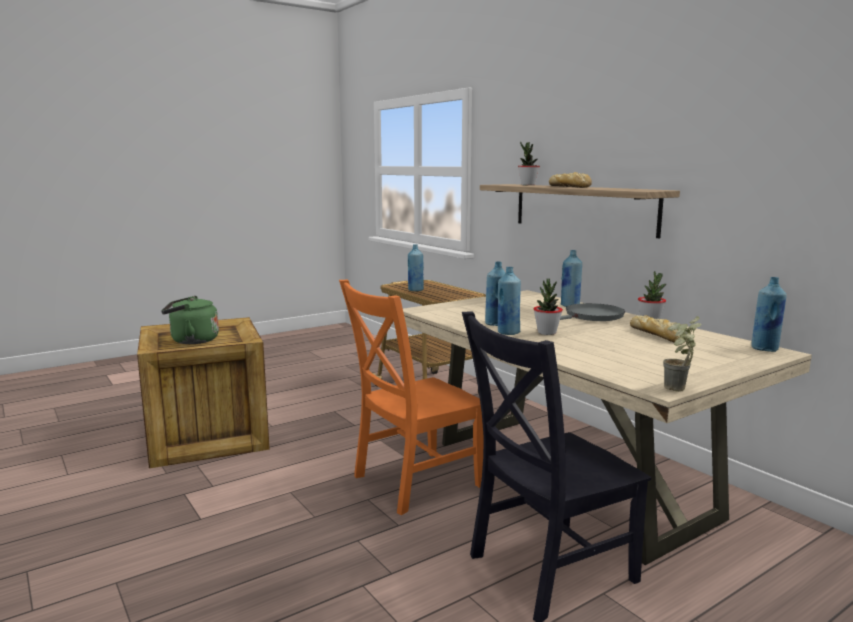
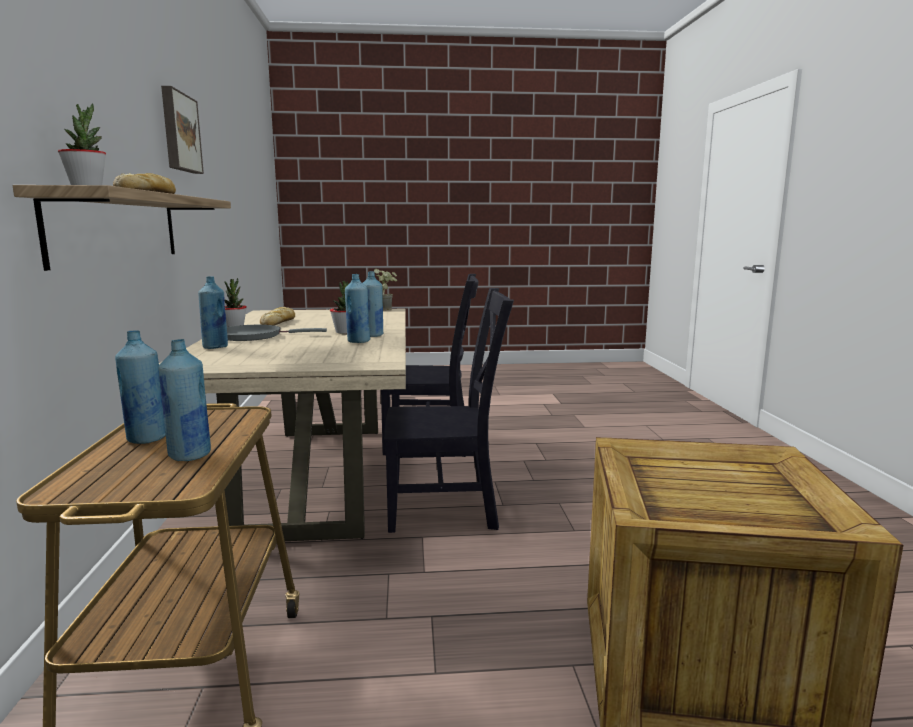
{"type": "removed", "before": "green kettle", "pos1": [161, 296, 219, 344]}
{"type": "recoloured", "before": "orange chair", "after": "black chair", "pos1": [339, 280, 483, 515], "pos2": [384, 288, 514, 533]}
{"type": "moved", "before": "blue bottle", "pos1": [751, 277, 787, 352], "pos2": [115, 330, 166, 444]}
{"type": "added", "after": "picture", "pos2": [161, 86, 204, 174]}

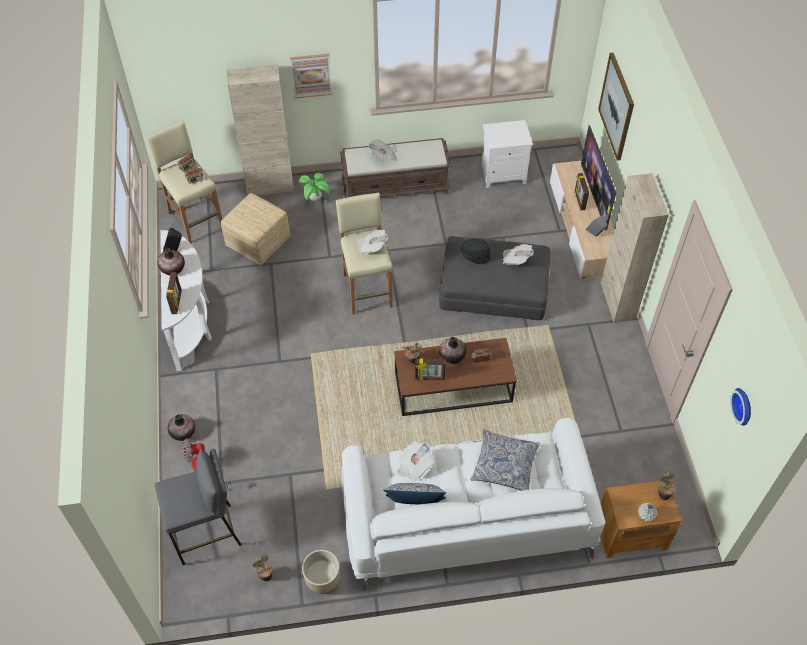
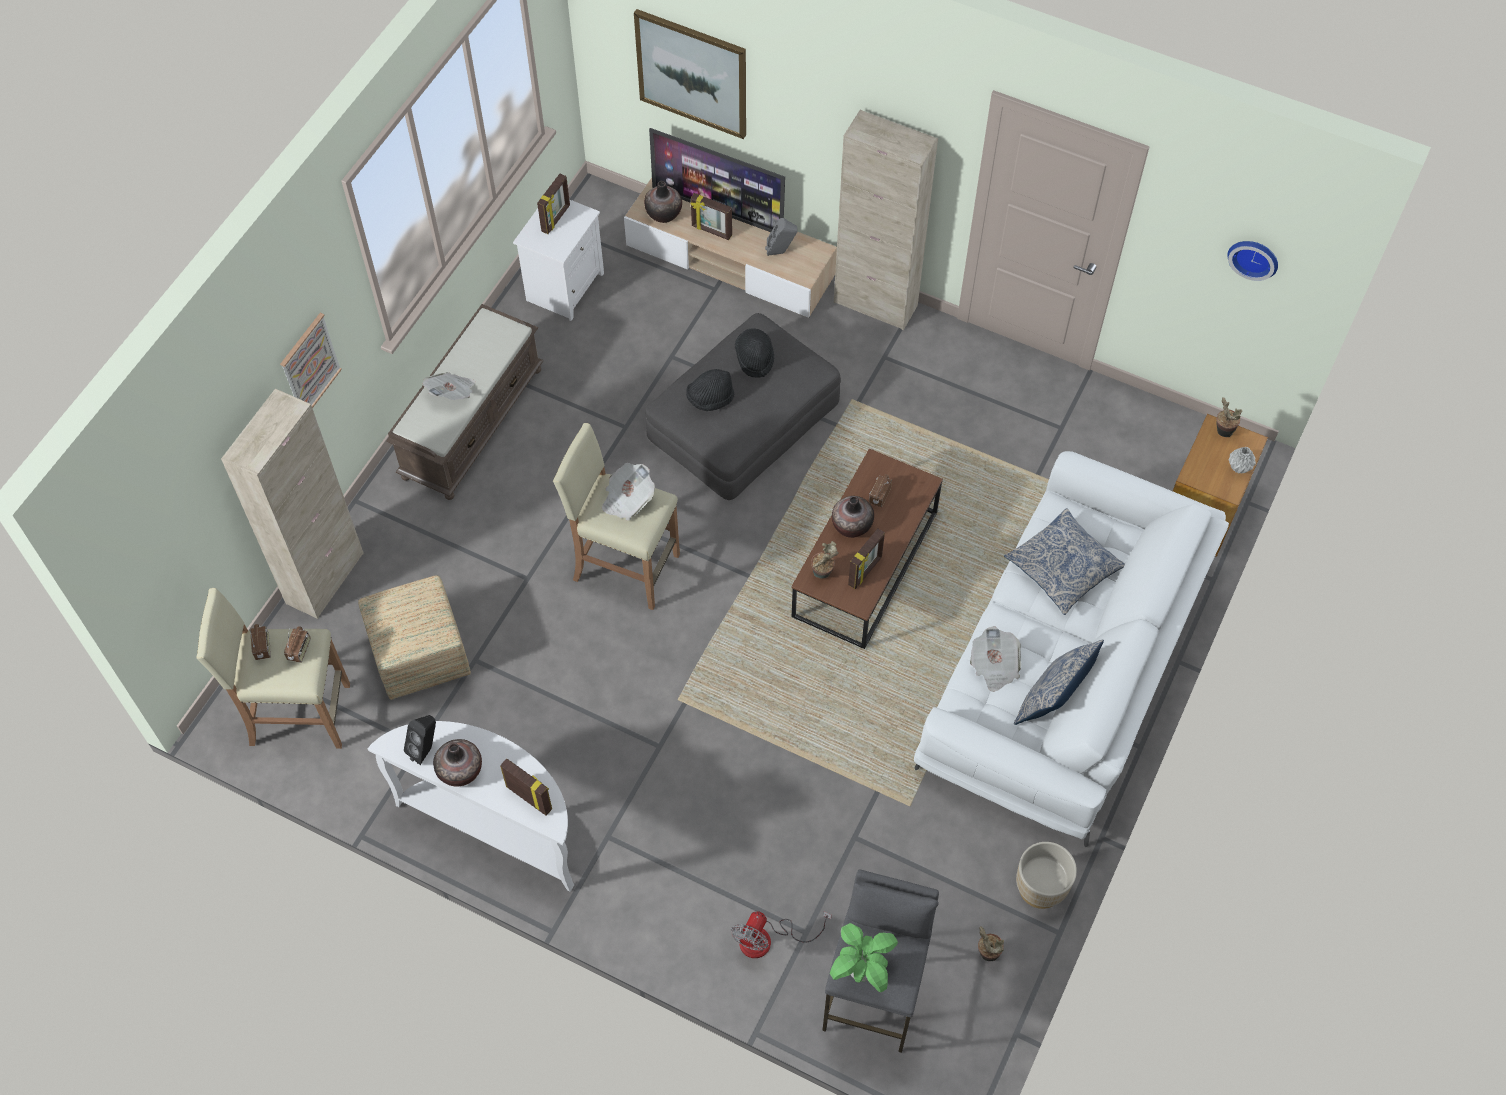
{"type": "moved", "before": "vase", "pos1": [168, 414, 195, 441], "pos2": [644, 181, 682, 223]}
{"type": "moved", "before": "potted plant", "pos1": [298, 172, 330, 202], "pos2": [830, 923, 898, 993]}
{"type": "replaced", "before": "newspaper", "after": "black hat", "pos1": [503, 244, 534, 265], "pos2": [735, 328, 775, 378]}
{"type": "added", "after": "picture frame", "pos2": [537, 174, 570, 234]}

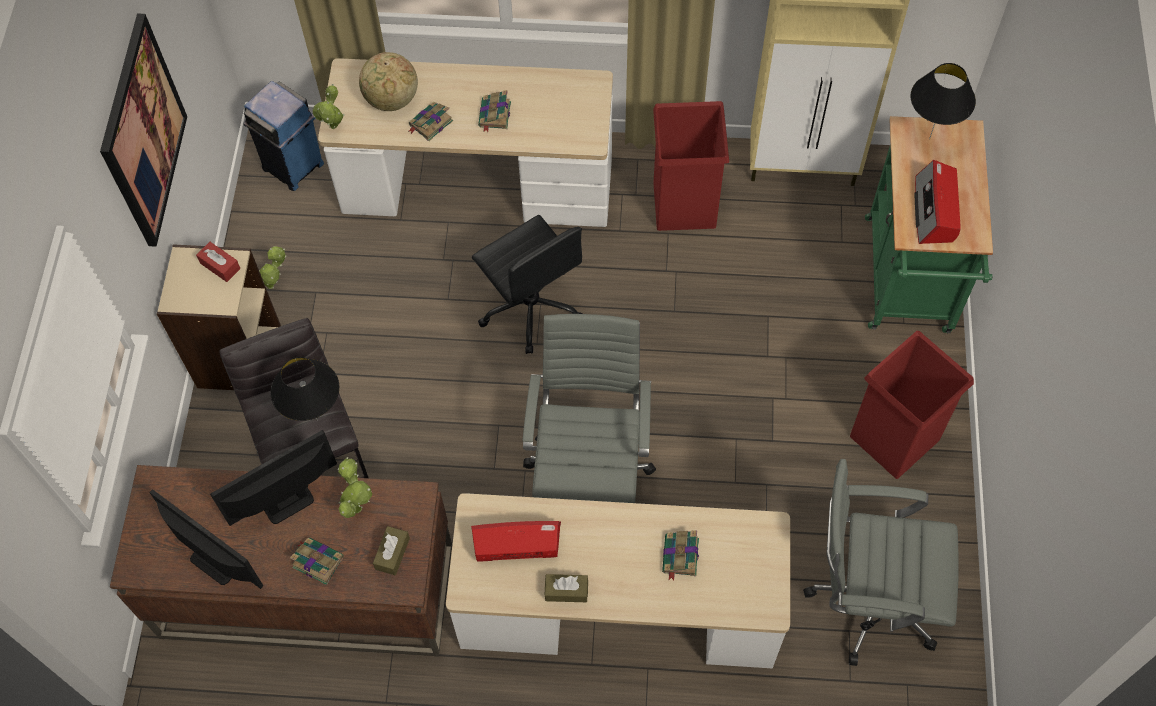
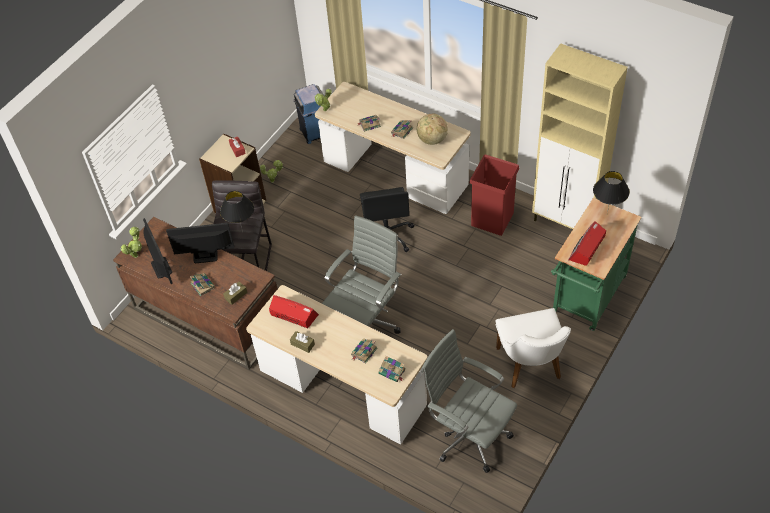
{"type": "removed", "before": "picture", "pos1": [100, 13, 187, 247]}
{"type": "moved", "before": "potted plant", "pos1": [338, 457, 372, 518], "pos2": [121, 227, 142, 258]}
{"type": "moved", "before": "globe", "pos1": [359, 52, 418, 111], "pos2": [417, 114, 448, 145]}
{"type": "replaced", "before": "red trash can", "after": "white chair", "pos1": [850, 331, 974, 479], "pos2": [495, 308, 571, 388]}
{"type": "added", "after": "book", "pos2": [378, 356, 406, 382]}

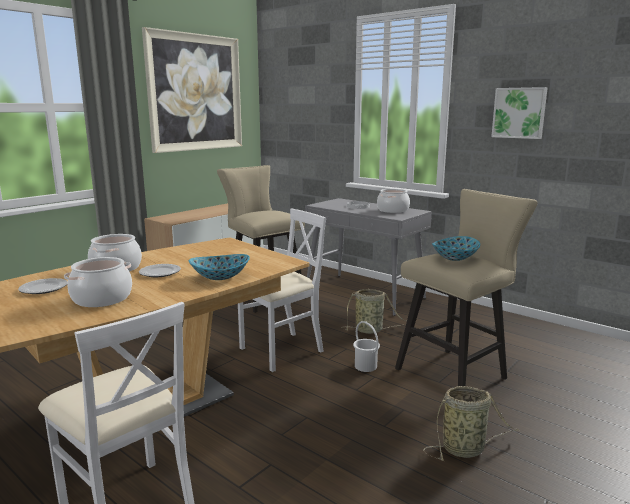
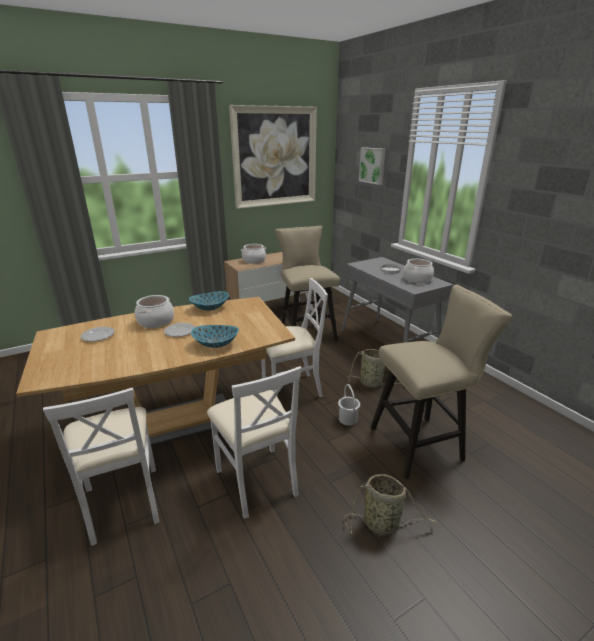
{"type": "moved", "before": "cooking pot", "pos1": [64, 257, 132, 307], "pos2": [241, 244, 266, 264]}
{"type": "moved", "before": "bowl", "pos1": [432, 236, 480, 261], "pos2": [189, 291, 229, 311]}
{"type": "moved", "before": "picture", "pos1": [491, 87, 548, 139], "pos2": [359, 147, 385, 185]}
{"type": "added", "after": "white chair", "pos2": [207, 366, 302, 519]}

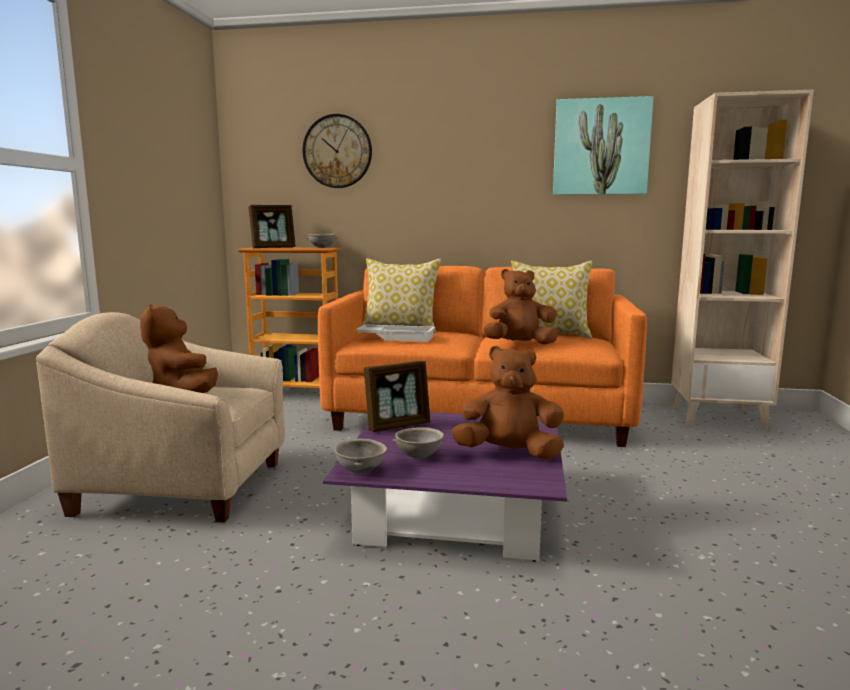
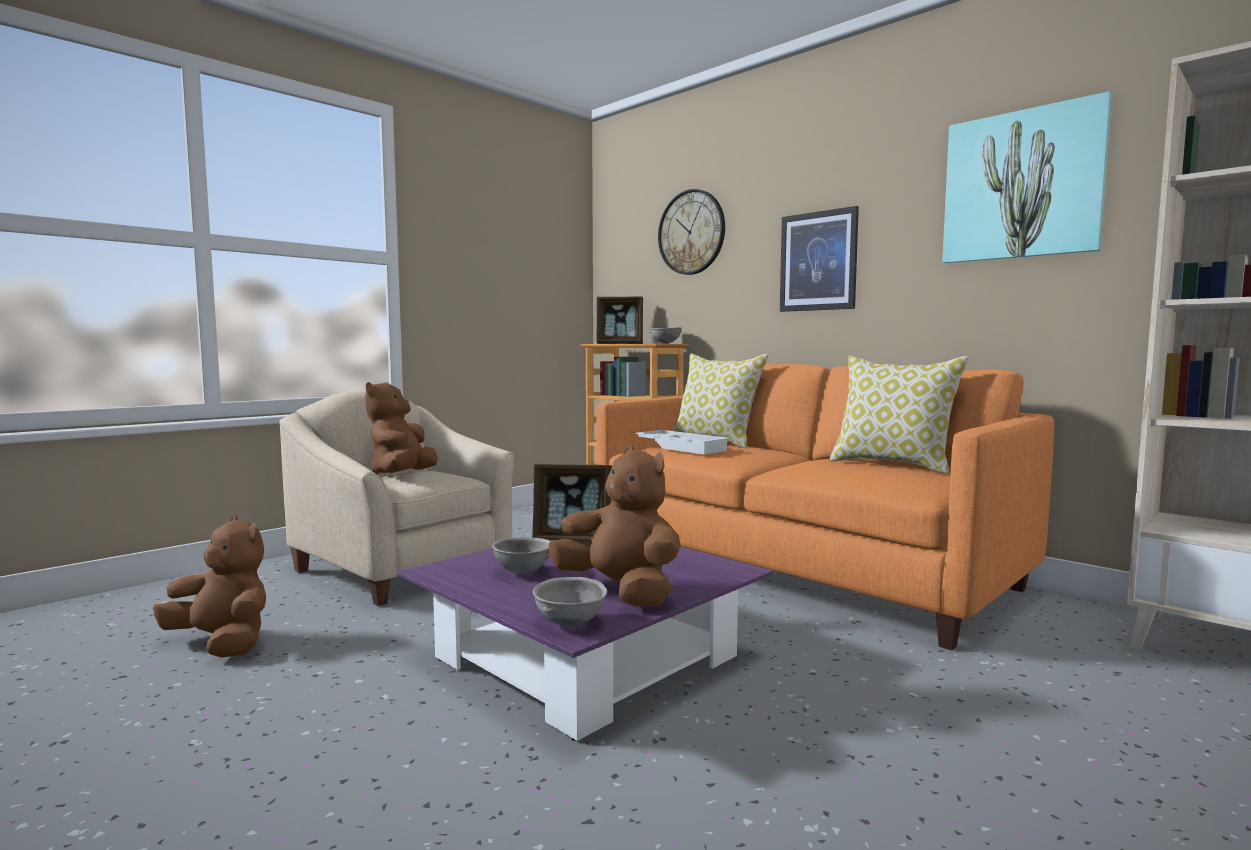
{"type": "moved", "before": "grey bowl", "pos1": [334, 439, 387, 474], "pos2": [533, 577, 607, 627]}
{"type": "moved", "before": "brown plush toy", "pos1": [483, 269, 558, 345], "pos2": [153, 516, 266, 658]}
{"type": "added", "after": "picture", "pos2": [780, 206, 859, 312]}

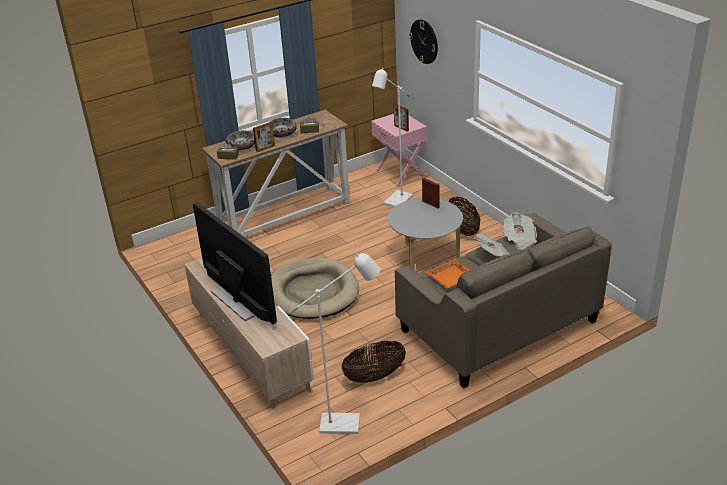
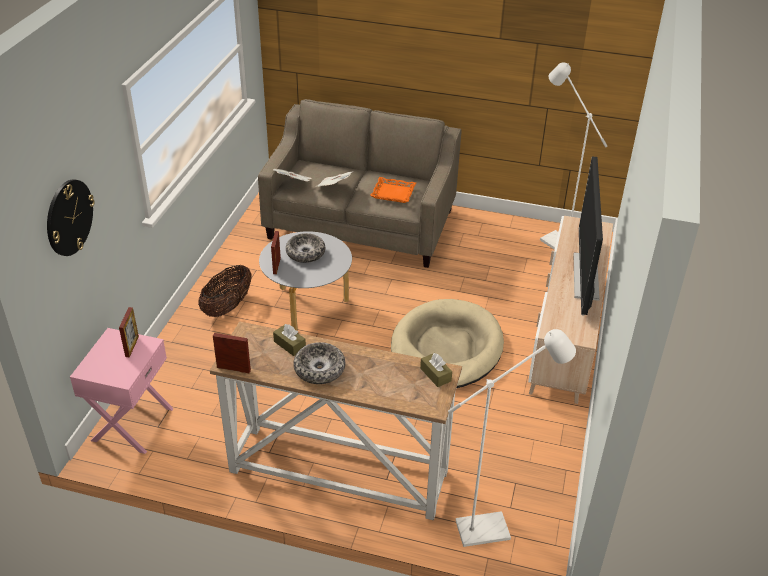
{"type": "moved", "before": "bowl", "pos1": [226, 130, 255, 150], "pos2": [286, 233, 325, 263]}
{"type": "moved", "before": "picture frame", "pos1": [253, 122, 275, 152], "pos2": [213, 333, 251, 373]}
{"type": "removed", "before": "basket", "pos1": [341, 341, 406, 383]}
{"type": "moved", "before": "white floor lamp", "pos1": [372, 68, 413, 207], "pos2": [448, 329, 576, 547]}

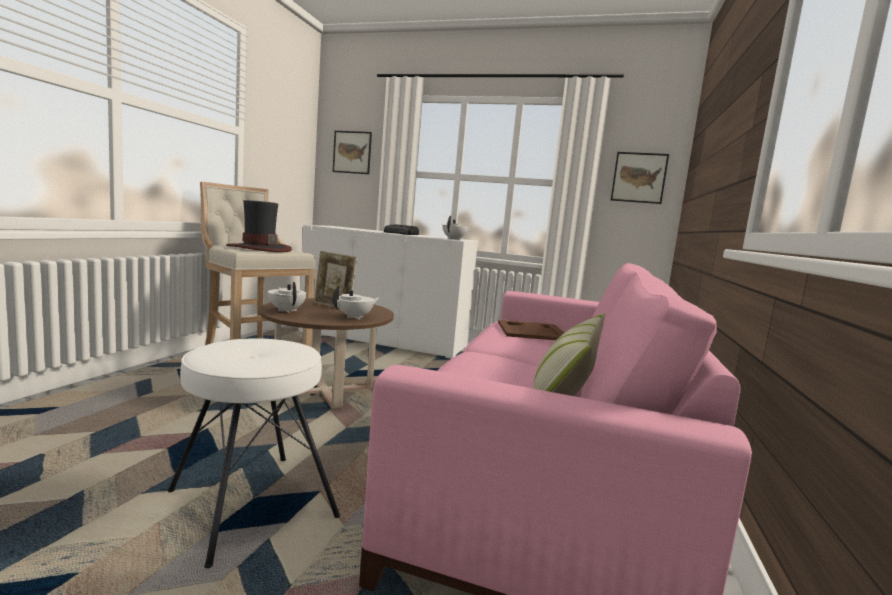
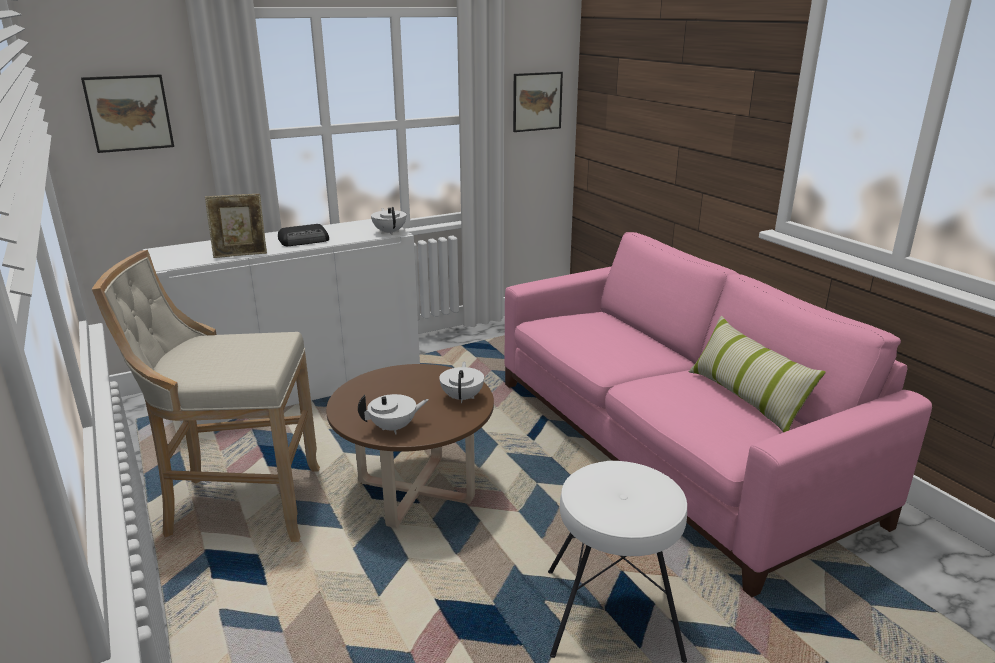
{"type": "removed", "before": "hat", "pos1": [226, 200, 292, 252]}
{"type": "turned", "before": "white teapot", "pos1": [268, 282, 307, 313], "pos2": [358, 394, 429, 435], "turn": 150}
{"type": "moved", "before": "picture frame", "pos1": [314, 251, 357, 307], "pos2": [205, 194, 267, 258]}
{"type": "removed", "before": "brown tray", "pos1": [498, 320, 564, 340]}

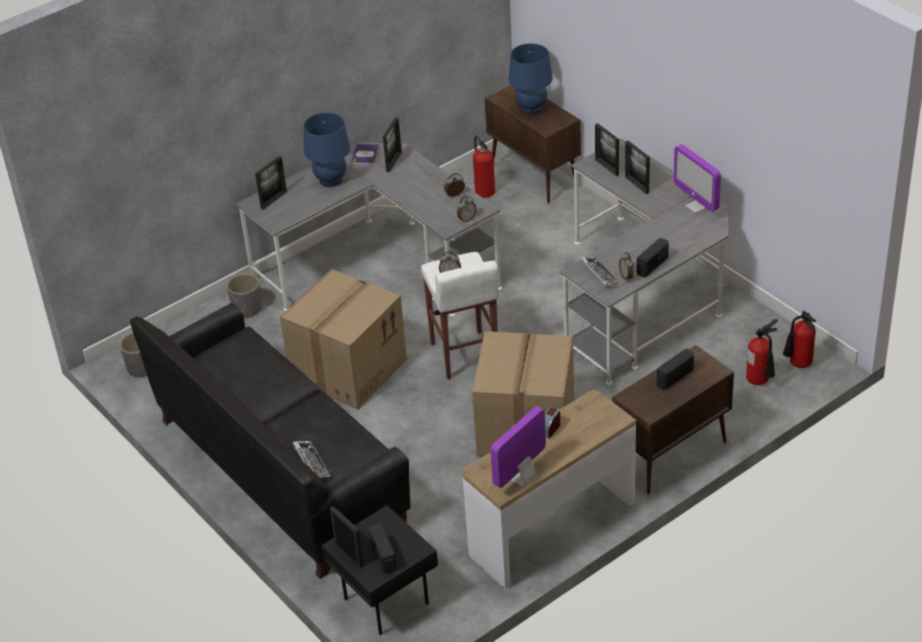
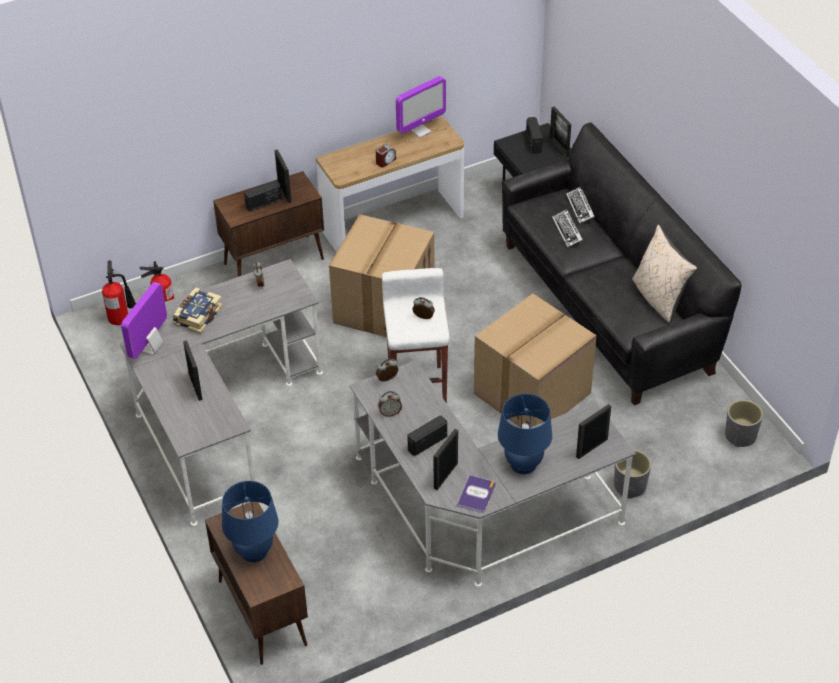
{"type": "removed", "before": "fire extinguisher", "pos1": [473, 135, 495, 198]}
{"type": "moved", "before": "keyboard", "pos1": [580, 257, 621, 286], "pos2": [552, 209, 583, 248]}
{"type": "moved", "before": "picture frame", "pos1": [595, 123, 619, 176], "pos2": [275, 149, 291, 203]}
{"type": "moved", "before": "radio", "pos1": [637, 238, 669, 278], "pos2": [407, 415, 447, 456]}
{"type": "turned", "before": "monitor", "pos1": [674, 144, 721, 214], "pos2": [121, 282, 167, 359], "turn": -135}
{"type": "added", "after": "book", "pos2": [173, 288, 223, 334]}
{"type": "added", "after": "beige pillow", "pos2": [632, 225, 697, 323]}

